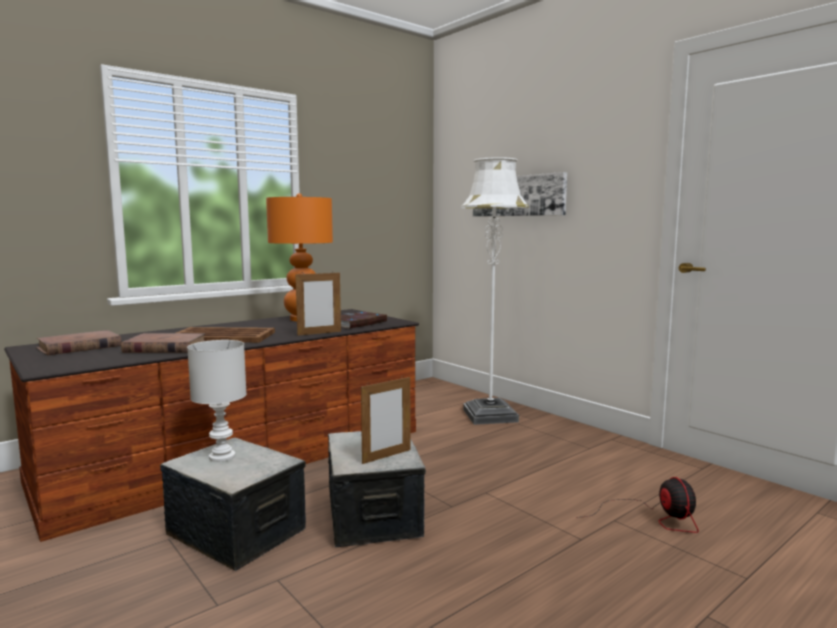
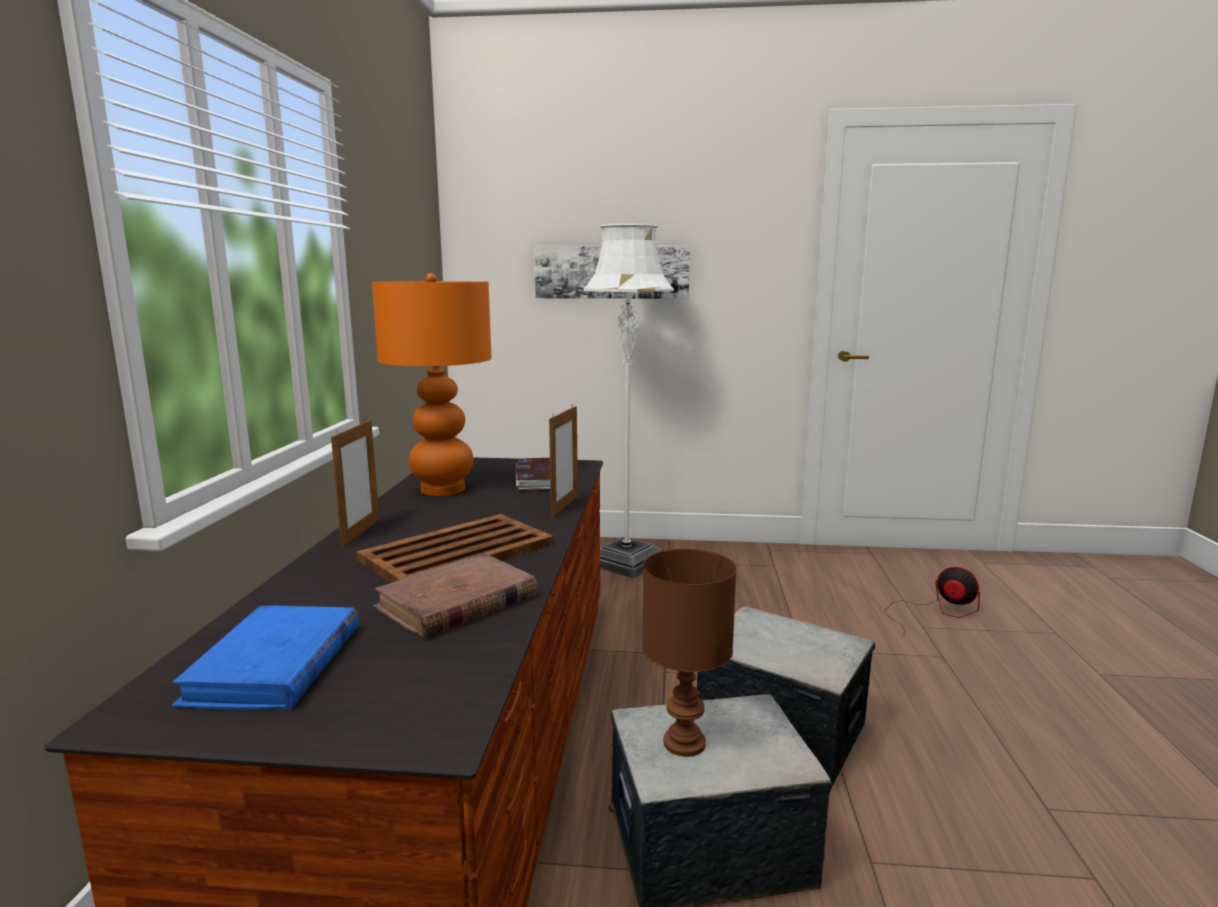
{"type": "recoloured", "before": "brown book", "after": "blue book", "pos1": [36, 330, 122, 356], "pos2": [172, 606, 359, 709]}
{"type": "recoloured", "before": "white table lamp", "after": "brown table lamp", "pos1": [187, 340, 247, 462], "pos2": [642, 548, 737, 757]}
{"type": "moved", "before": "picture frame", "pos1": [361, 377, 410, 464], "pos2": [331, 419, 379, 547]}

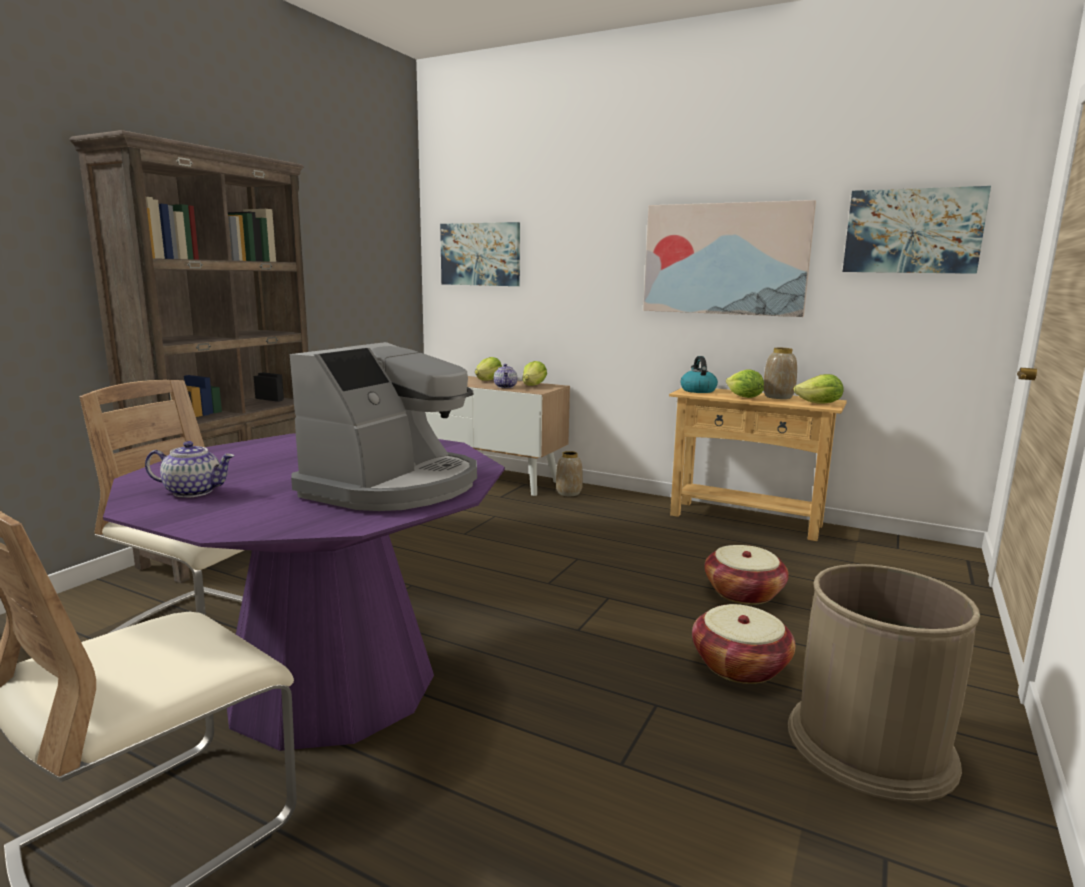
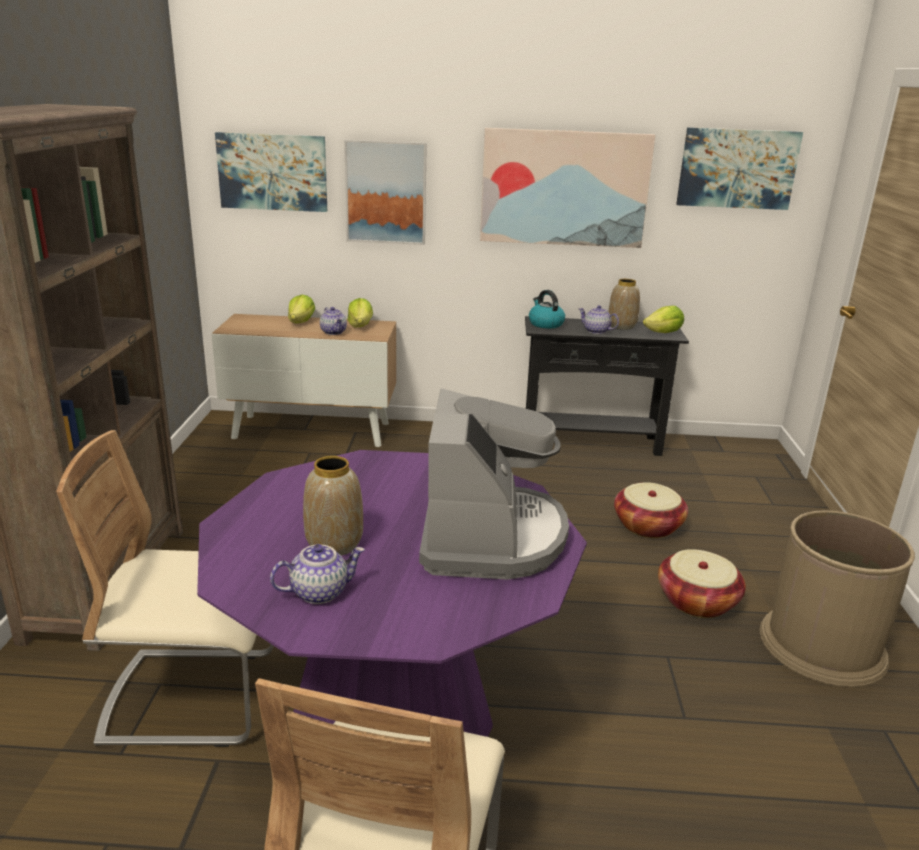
{"type": "moved", "before": "vase", "pos1": [556, 451, 583, 496], "pos2": [303, 456, 363, 556]}
{"type": "recoloured", "before": "beige console table", "after": "black console table", "pos1": [669, 388, 847, 541], "pos2": [525, 316, 689, 456]}
{"type": "replaced", "before": "lettuce", "after": "teapot", "pos1": [726, 369, 764, 398], "pos2": [579, 305, 619, 334]}
{"type": "added", "after": "picture", "pos2": [344, 140, 427, 245]}

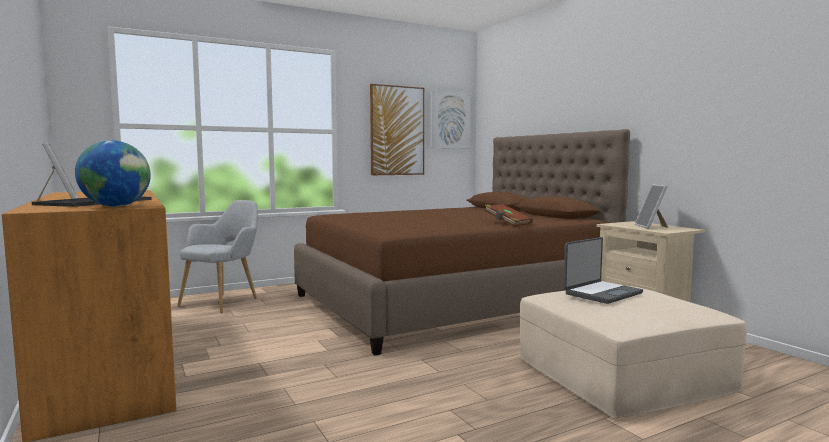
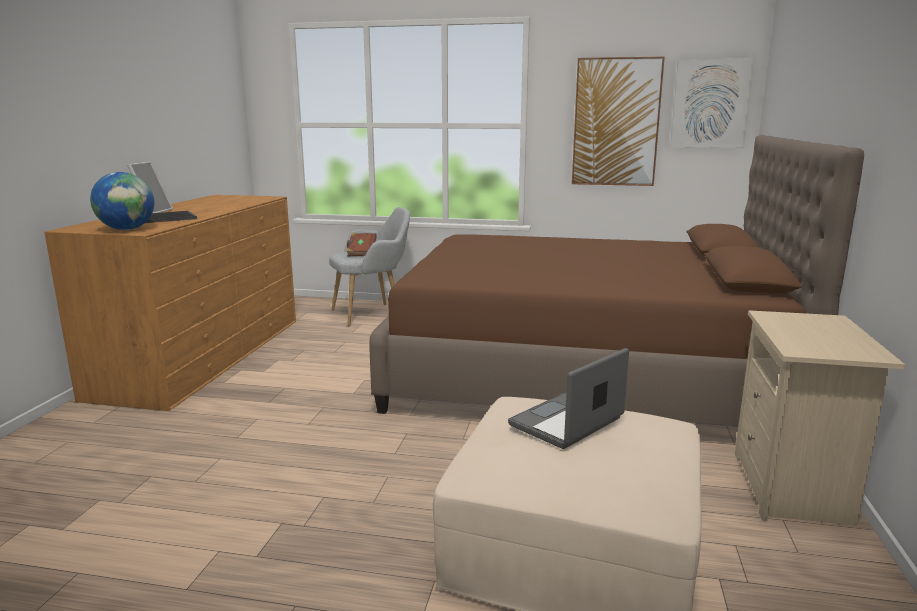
{"type": "moved", "before": "brown book", "pos1": [484, 204, 533, 226], "pos2": [346, 233, 377, 256]}
{"type": "turned", "before": "laptop", "pos1": [563, 237, 643, 304], "pos2": [508, 348, 629, 449], "turn": 135}
{"type": "removed", "before": "picture frame", "pos1": [635, 184, 668, 229]}

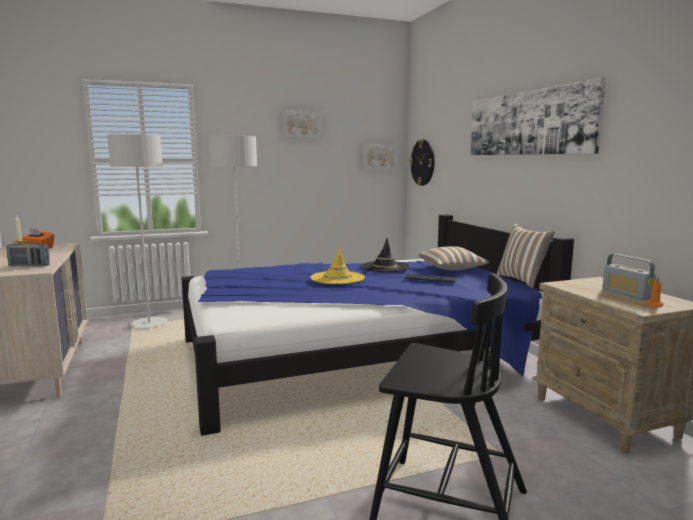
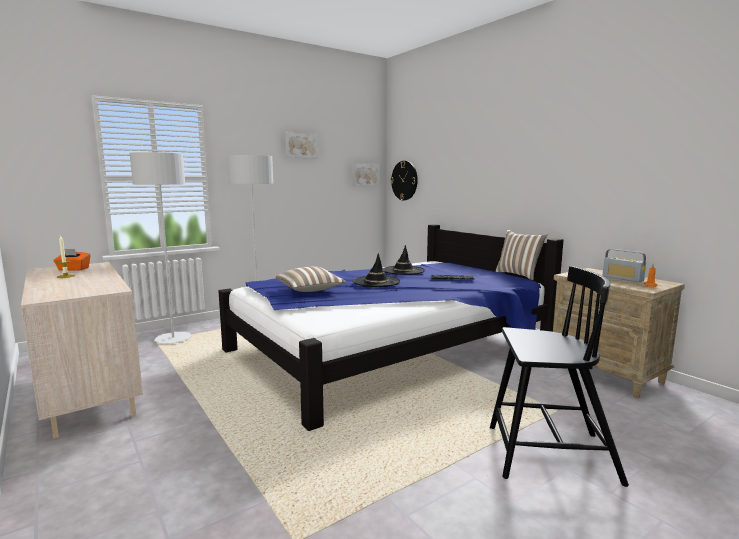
{"type": "removed", "before": "radio", "pos1": [6, 241, 50, 267]}
{"type": "recoloured", "before": "yellow hat", "after": "black hat", "pos1": [311, 246, 365, 284], "pos2": [353, 253, 401, 287]}
{"type": "moved", "before": "pillow", "pos1": [418, 246, 489, 271], "pos2": [276, 266, 346, 292]}
{"type": "removed", "before": "picture", "pos1": [470, 78, 606, 155]}

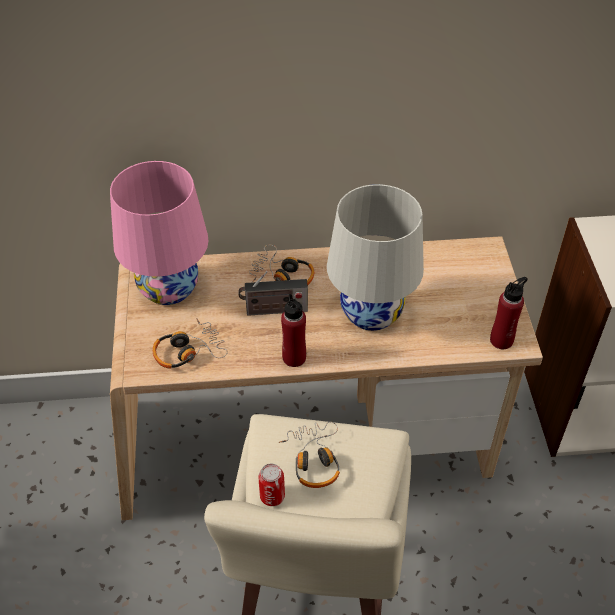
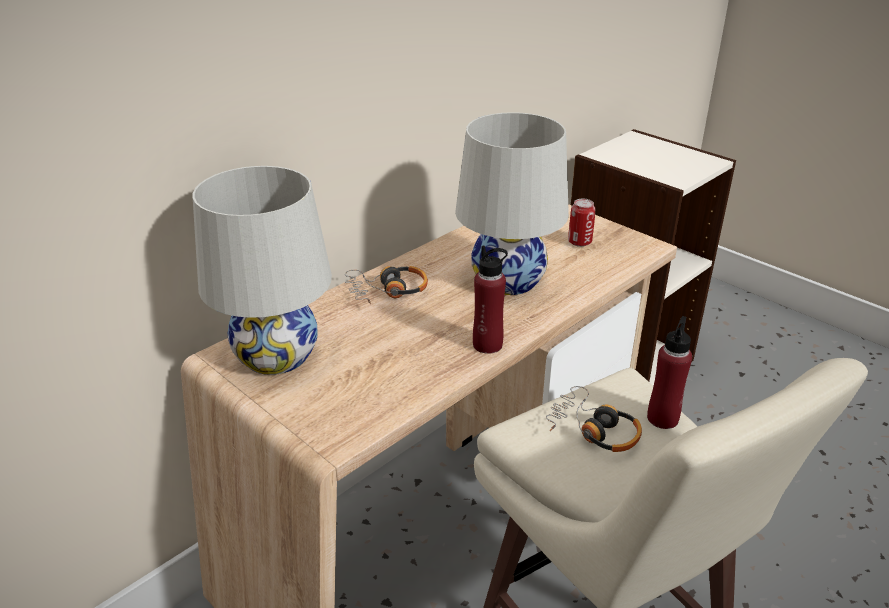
{"type": "recoloured", "before": "pink table lamp", "after": "white table lamp", "pos1": [110, 161, 209, 305], "pos2": [193, 166, 332, 375]}
{"type": "removed", "before": "headphones", "pos1": [153, 318, 228, 369]}
{"type": "removed", "before": "radio", "pos1": [238, 271, 308, 316]}
{"type": "moved", "before": "can", "pos1": [259, 463, 285, 506], "pos2": [568, 199, 596, 247]}
{"type": "moved", "before": "red bottle", "pos1": [490, 277, 528, 349], "pos2": [647, 316, 692, 429]}

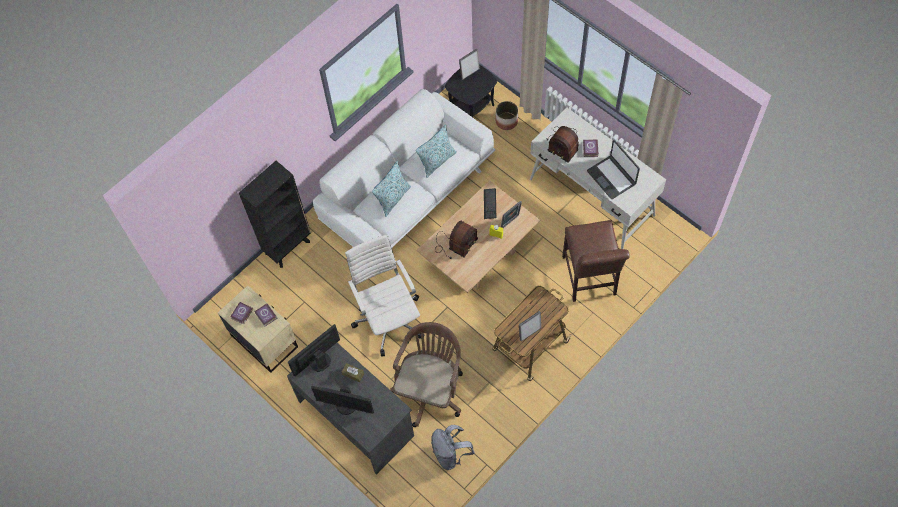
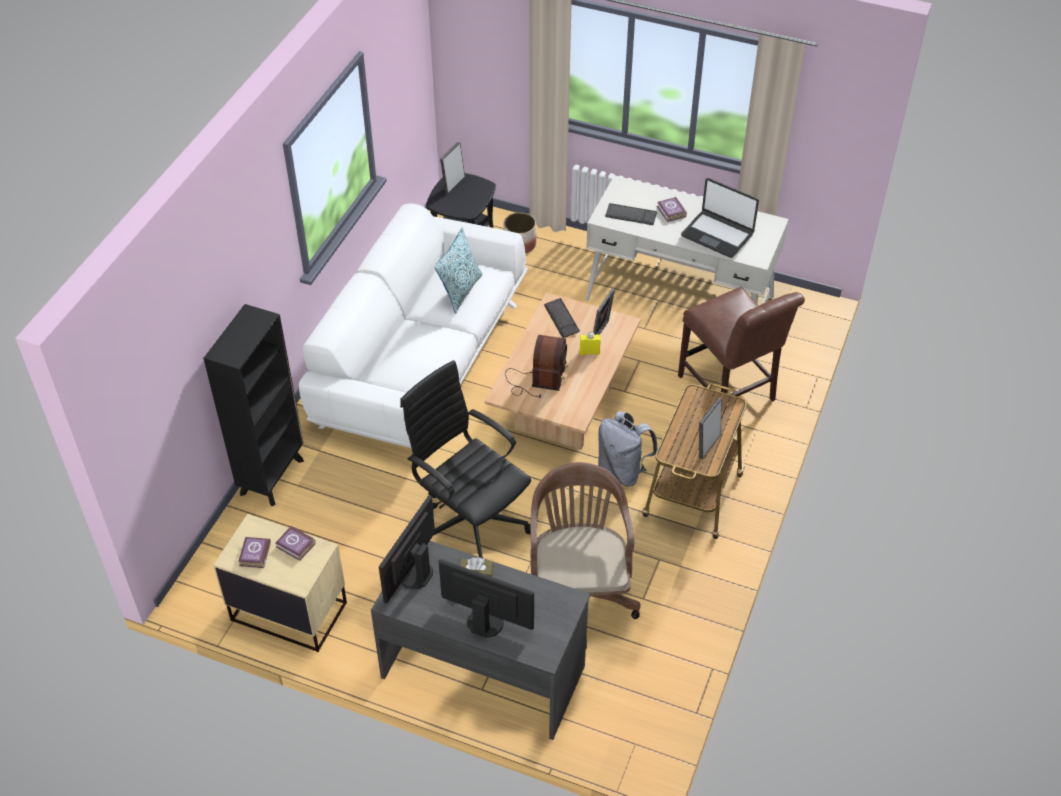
{"type": "turned", "before": "monitor", "pos1": [311, 386, 374, 415], "pos2": [439, 559, 534, 638], "turn": -150}
{"type": "recoloured", "before": "white office chair", "after": "black office chair", "pos1": [345, 235, 421, 357], "pos2": [400, 360, 531, 558]}
{"type": "removed", "before": "pillow", "pos1": [372, 161, 411, 217]}
{"type": "moved", "before": "grey backpack", "pos1": [431, 425, 475, 470], "pos2": [598, 411, 658, 487]}
{"type": "replaced", "before": "radio", "after": "keyboard", "pos1": [547, 126, 579, 163], "pos2": [605, 203, 657, 225]}

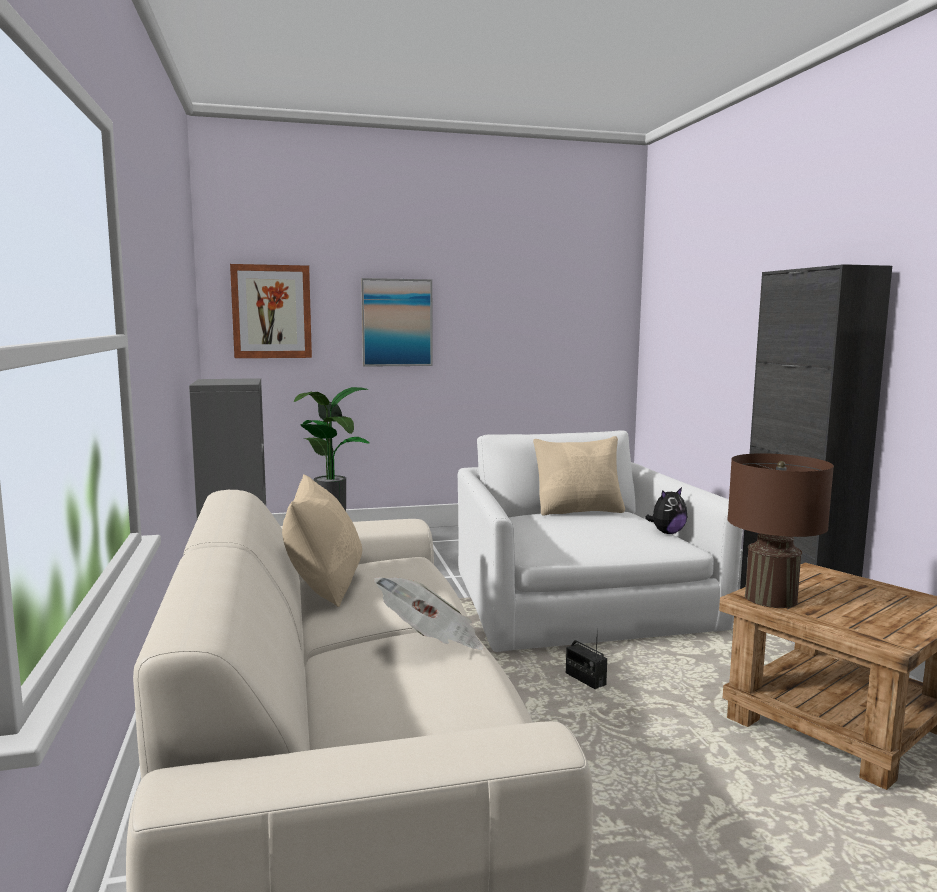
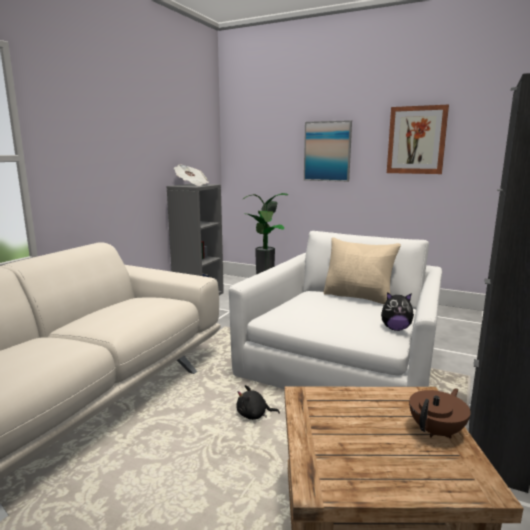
{"type": "moved", "before": "picture", "pos1": [230, 264, 312, 358], "pos2": [387, 104, 449, 174]}
{"type": "removed", "before": "beige pillow", "pos1": [282, 474, 362, 607]}
{"type": "moved", "before": "newspaper", "pos1": [374, 577, 484, 650], "pos2": [174, 164, 209, 186]}
{"type": "replaced", "before": "radio", "after": "black plush toy", "pos1": [566, 628, 607, 689], "pos2": [236, 385, 280, 420]}
{"type": "removed", "before": "brown table lamp", "pos1": [727, 453, 834, 608]}
{"type": "added", "after": "brown teapot", "pos2": [409, 388, 471, 439]}

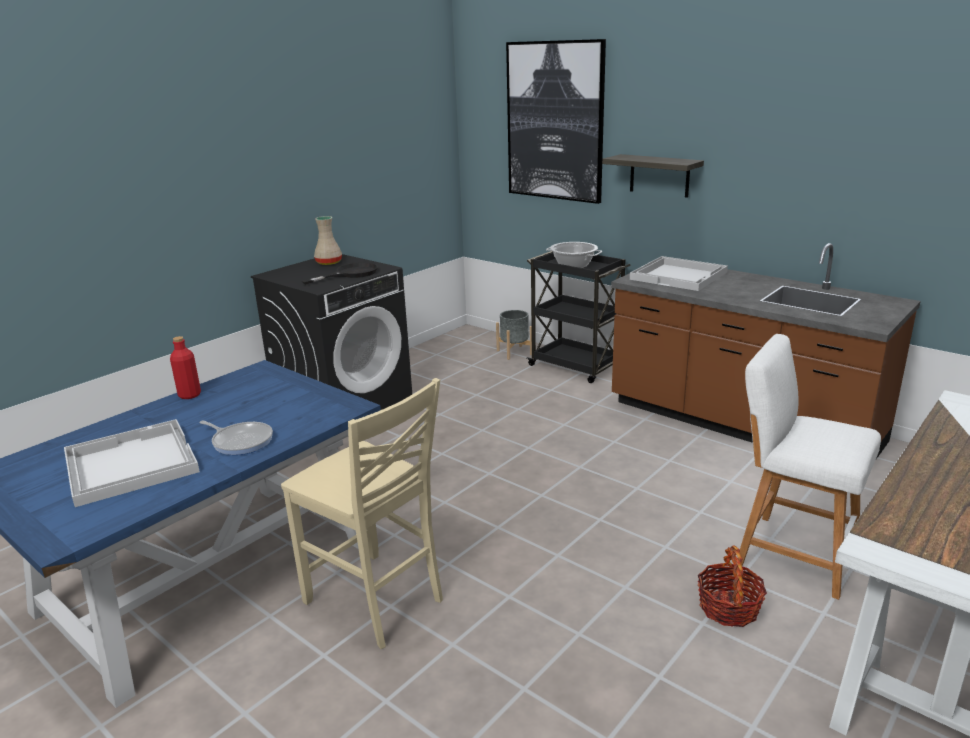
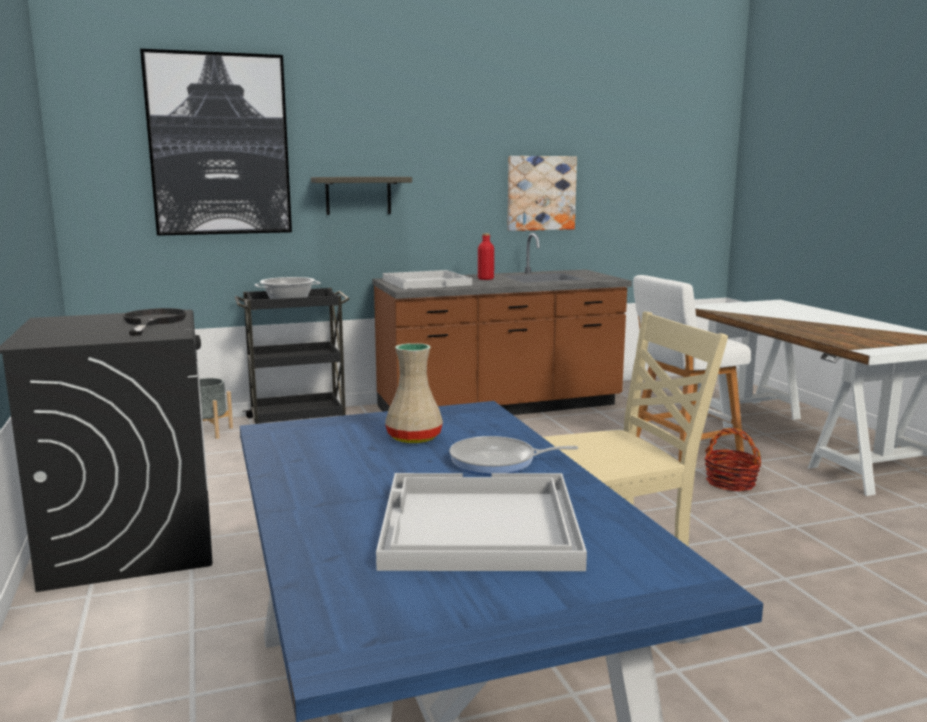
{"type": "moved", "before": "red bottle", "pos1": [170, 336, 201, 399], "pos2": [478, 233, 494, 280]}
{"type": "turned", "before": "frying pan", "pos1": [199, 421, 273, 455], "pos2": [449, 436, 578, 475], "turn": -150}
{"type": "moved", "before": "beige vase", "pos1": [314, 216, 342, 265], "pos2": [385, 343, 443, 443]}
{"type": "added", "after": "picture", "pos2": [507, 156, 577, 231]}

